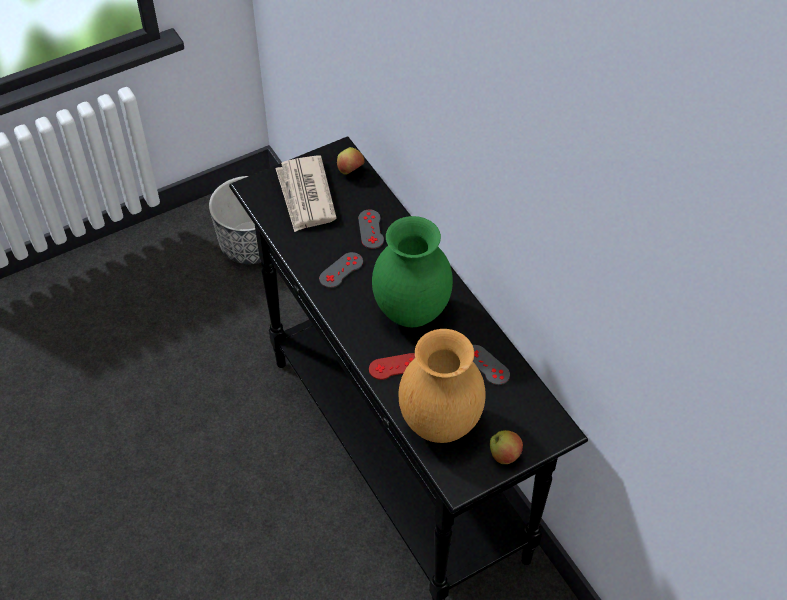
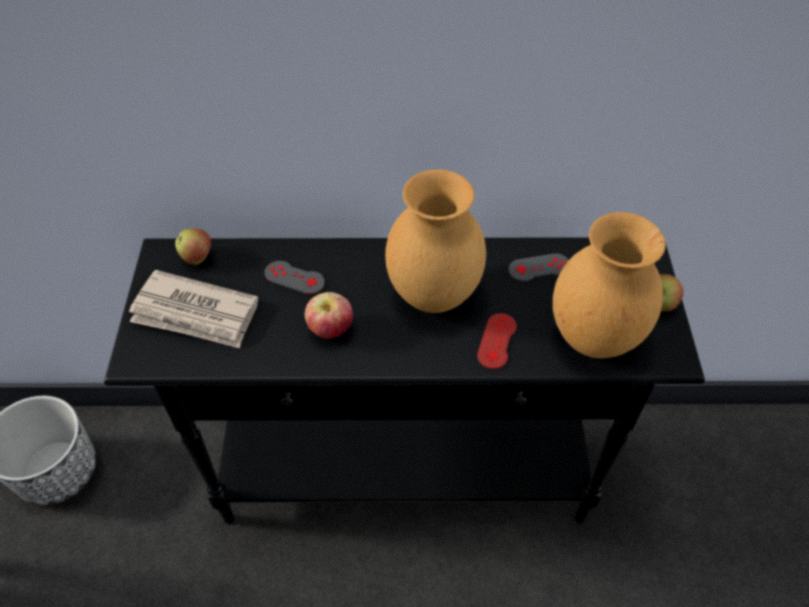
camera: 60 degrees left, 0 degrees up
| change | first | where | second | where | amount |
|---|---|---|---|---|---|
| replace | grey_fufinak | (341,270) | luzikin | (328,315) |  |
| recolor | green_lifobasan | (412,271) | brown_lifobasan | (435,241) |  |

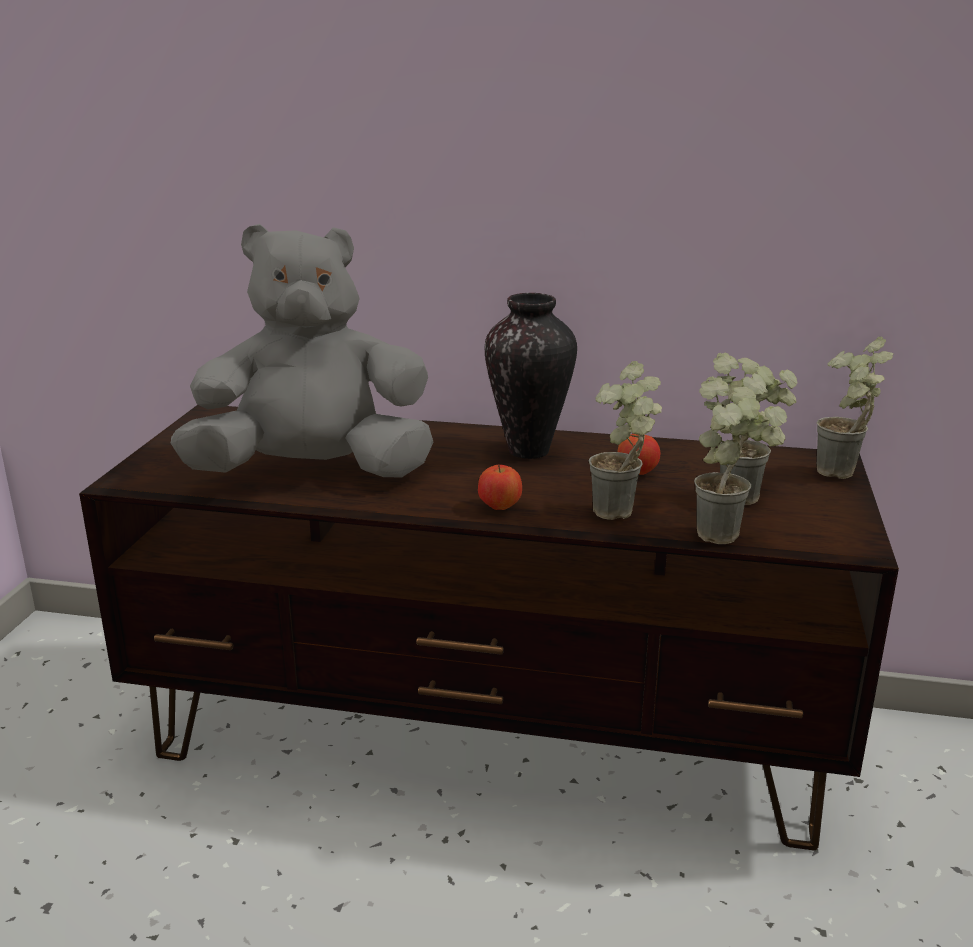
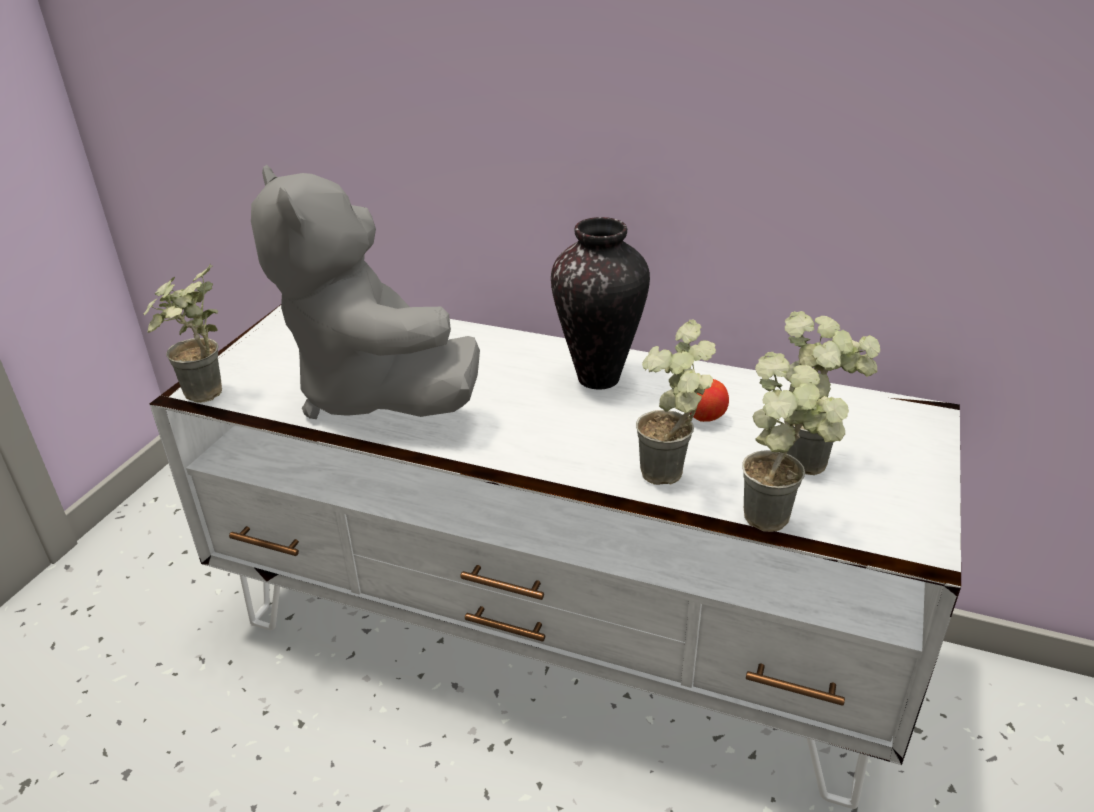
camera: 10 degrees right, 10 degrees up
| change | first | where | second | where | amount |
|---|---|---|---|---|---|
| recolor | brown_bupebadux | (489,628) | white_bupebadux | (555,557) |  |
| rotate | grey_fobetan | (302,350) |  | (365,292) | 120 degrees counterclockwise |
| delete | luzikin | (500,487) |  |  |  |
| move | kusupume | (855,408) |  | (182,334) |  |

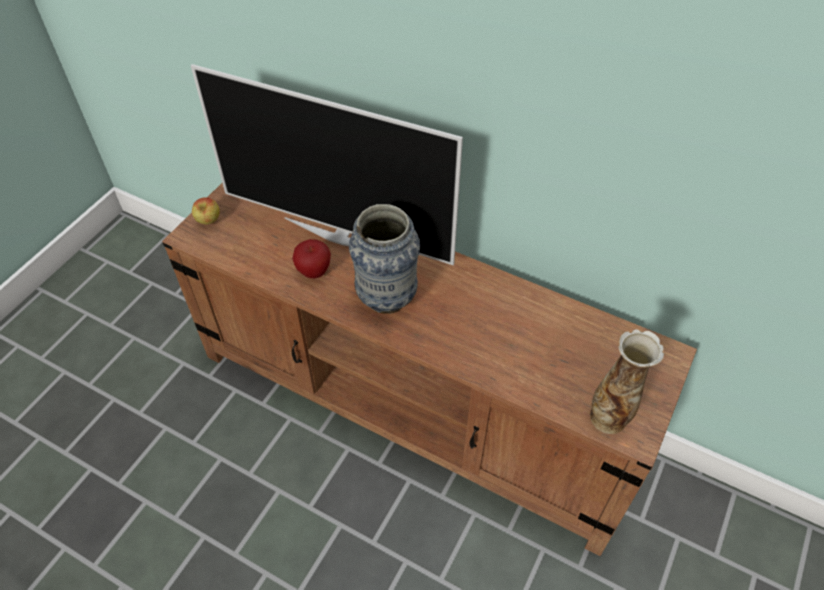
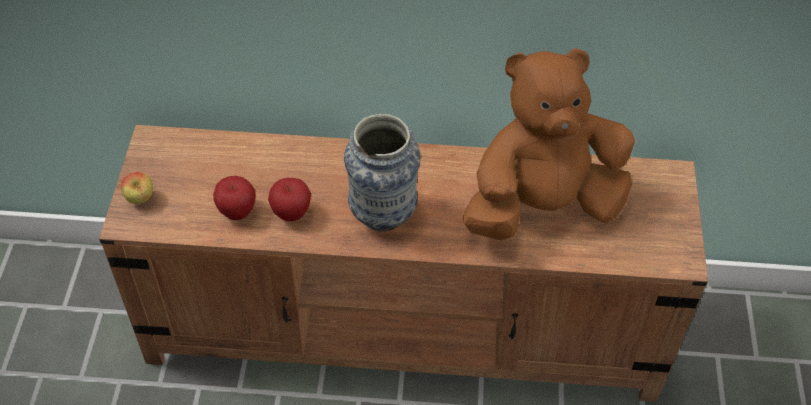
camera: 25 degrees left, 0 degrees up
| change | first | where | second | where | amount |
|---|---|---|---|---|---|
| delete | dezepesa | (327,164) |  |  |  |
| delete | lifobasan | (627,381) |  |  |  |
| insert |  |  | luzikin | (234,198) |  |
| insert |  |  | brown_fobetan | (549,144) |  |

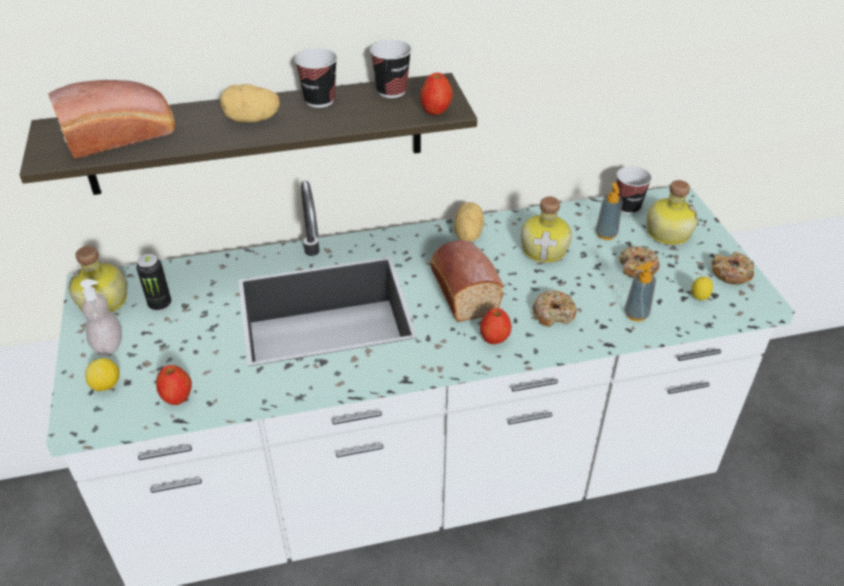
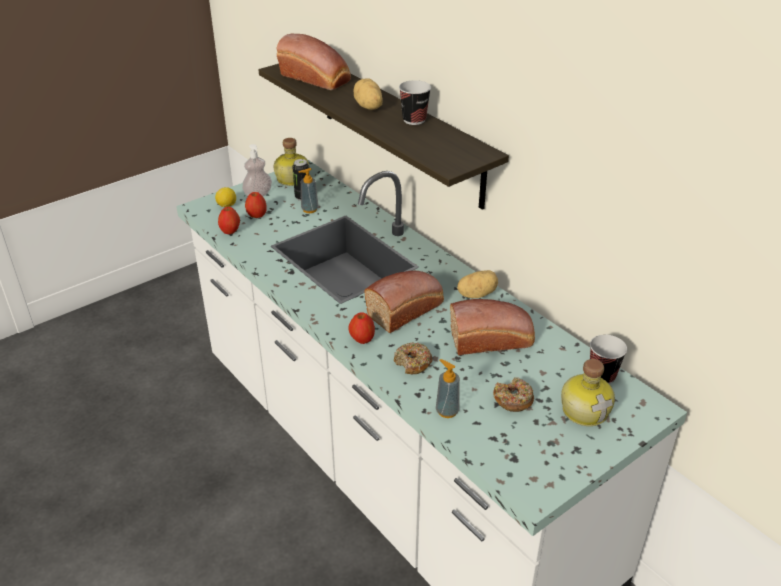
camera: 65 degrees right, 5 degrees down
| change | first | where | second | where | amount |
|---|---|---|---|---|---|
| delete | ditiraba | (391,69) |  |  |  |
| move | luzikin | (436,94) |  | (256,205) |  |
| replace | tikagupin | (546,230) | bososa | (492,327) |  |
| move | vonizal | (609,211) |  | (309,190) |  |
| delete | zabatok | (702,288) |  |  |  |
| delete | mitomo | (732,268) |  |  |  |

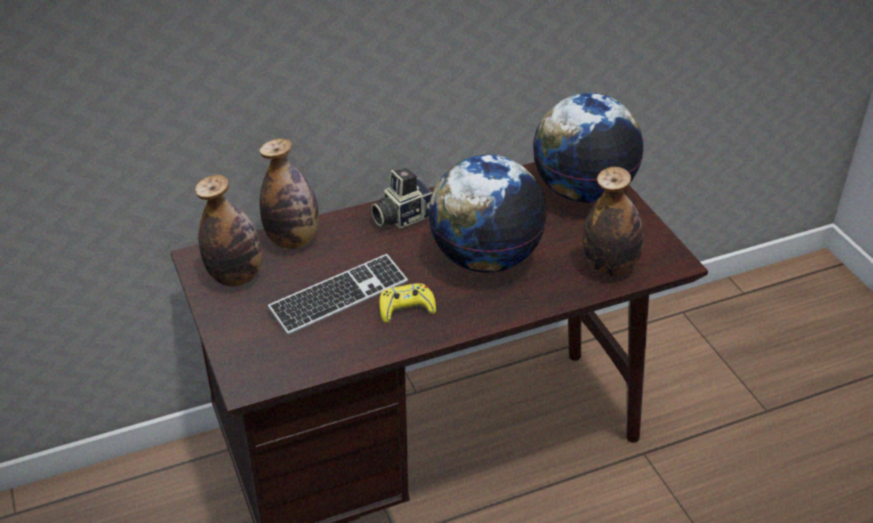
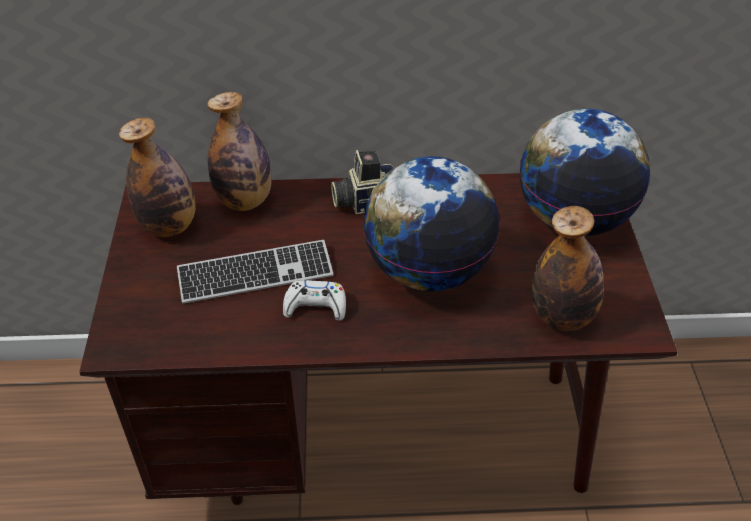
camera: 20 degrees right, 5 degrees up
| change | first | where | second | where | amount |
|---|---|---|---|---|---|
| recolor | yellow_fufinak | (407,303) | white_fufinak | (314,300) |  |

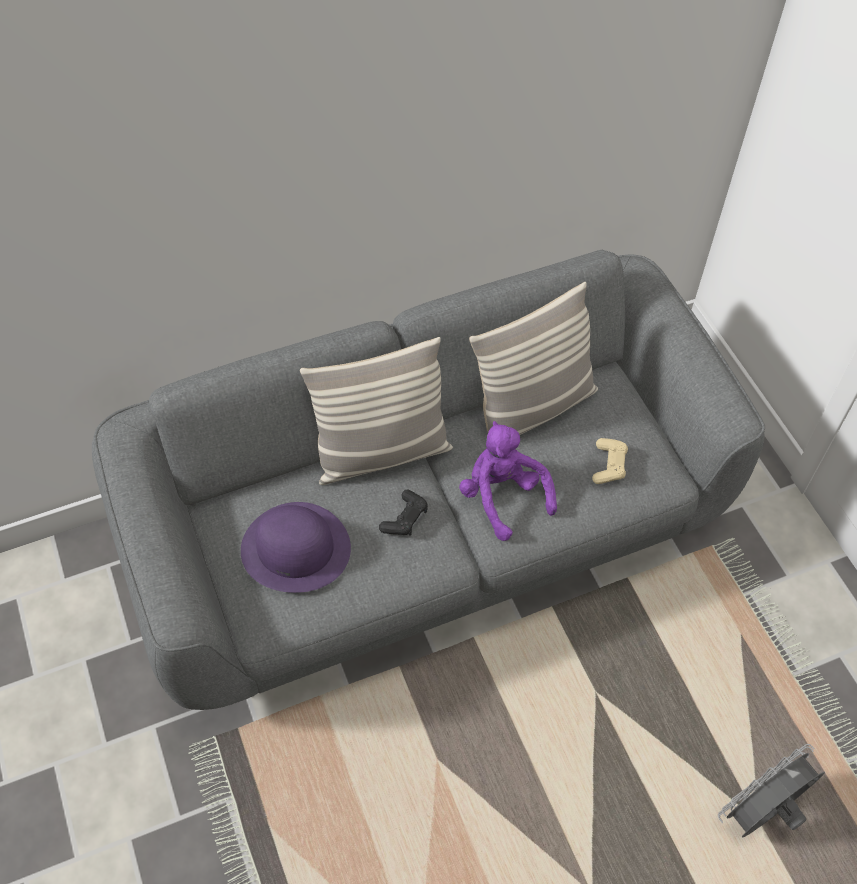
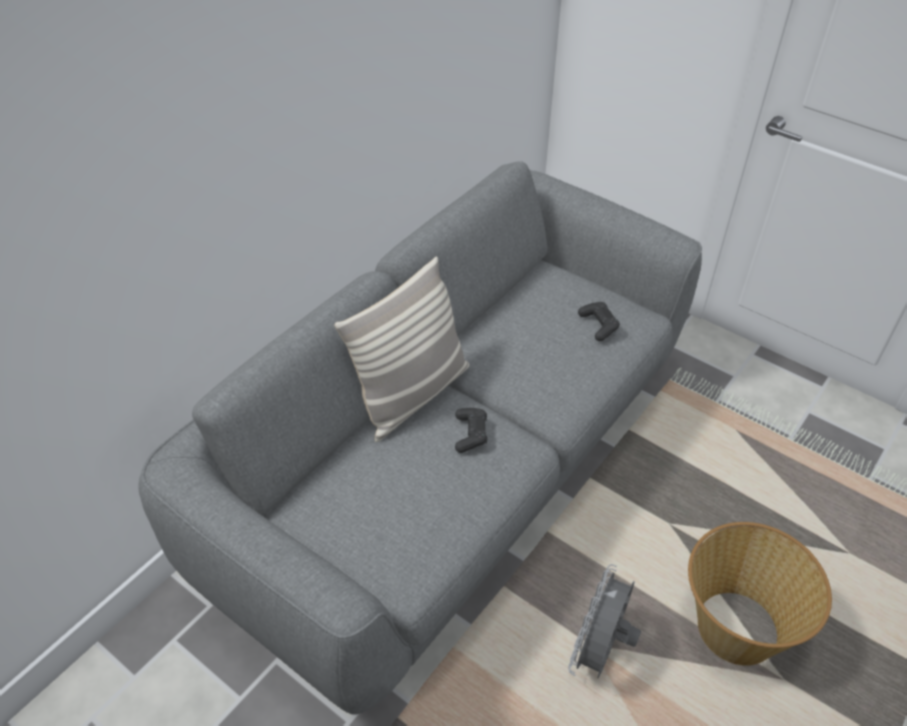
camera: 30 degrees left, 10 degrees down
| change | first | where | second | where | amount |
|---|---|---|---|---|---|
| delete | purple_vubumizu | (296,547) |  |  |  |
| delete | purple_fobetan | (508,481) |  |  |  |
| delete | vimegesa | (533,358) |  |  |  |
| recolor | beige_fufinak | (610,461) | black_fufinak | (599,321) |  |
| move | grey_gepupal | (771,791) |  | (604,621) |  |
| insert |  |  | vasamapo | (760,594) |  |

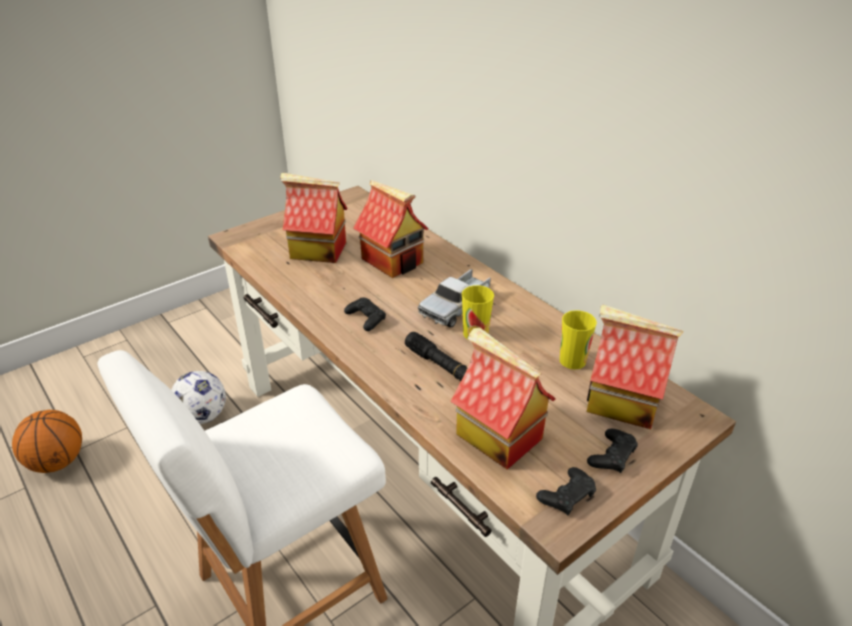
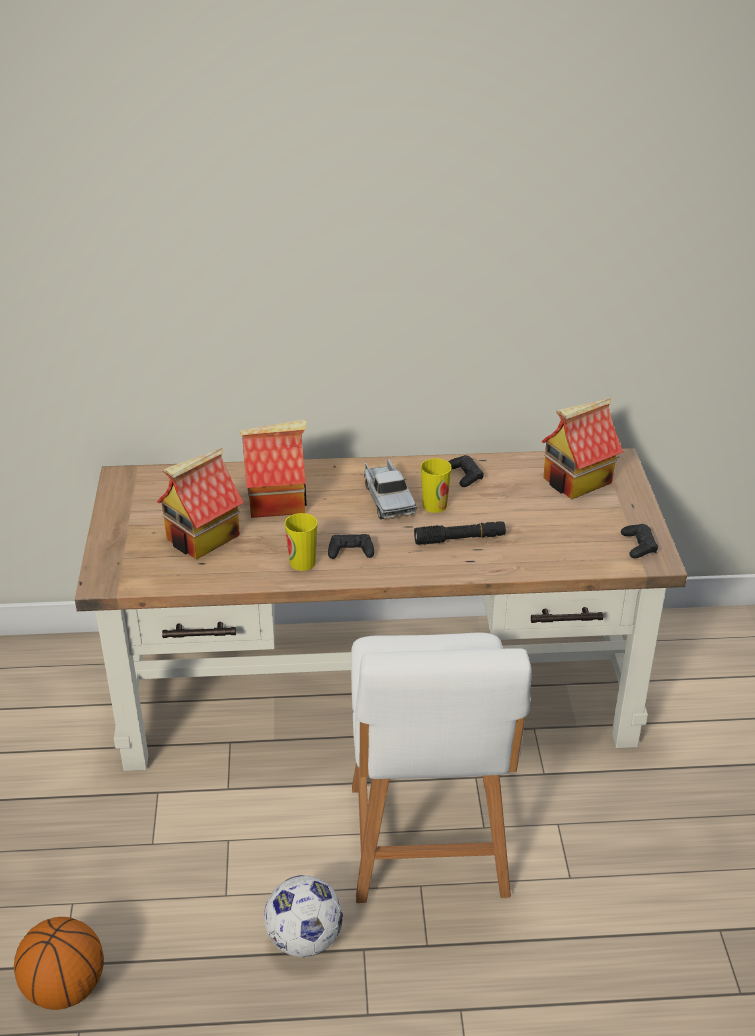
camera: 55 degrees left, 0 degrees up
| change | first | where | second | where | amount |
|---|---|---|---|---|---|
| move | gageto | (198,397) |  | (303,916) |  |
| delete | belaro | (503,399) |  |  |  |
| move | ditiraba | (578,340) |  | (301,542) |  |
| move | black_fufinak | (612,451) |  | (466,471) |  |

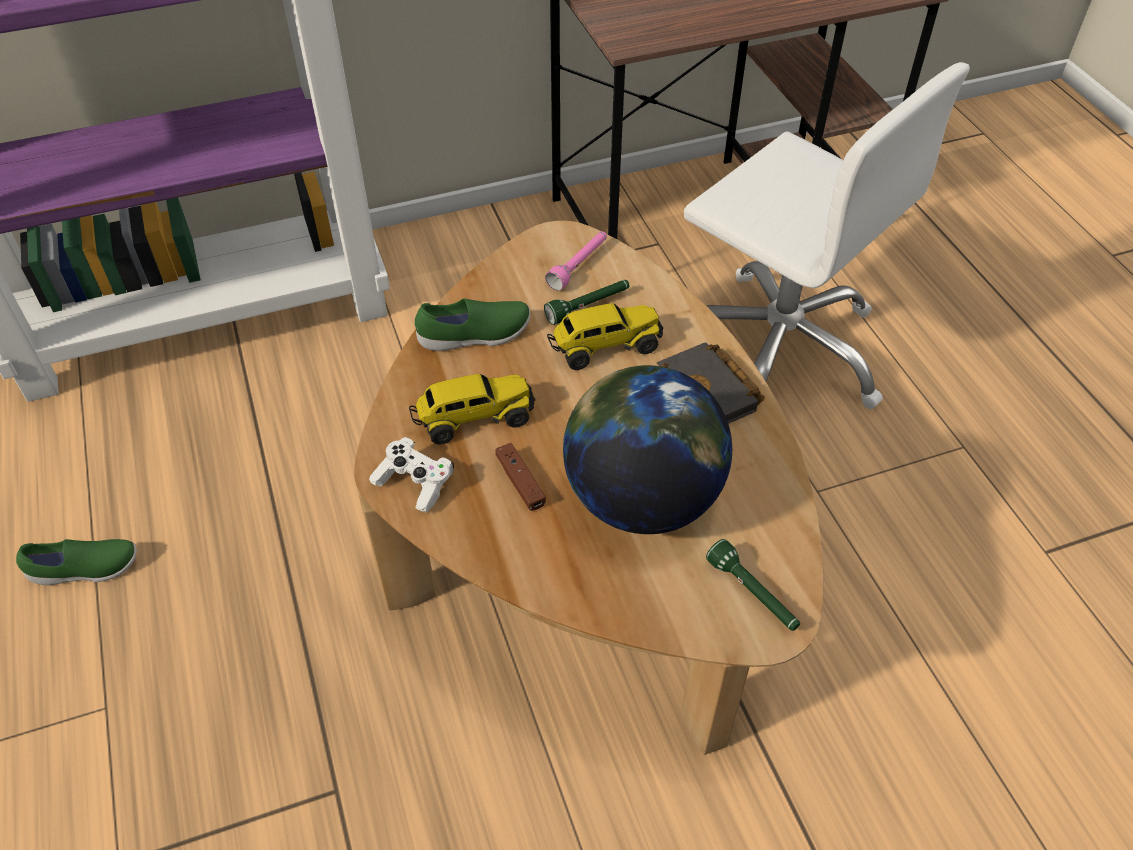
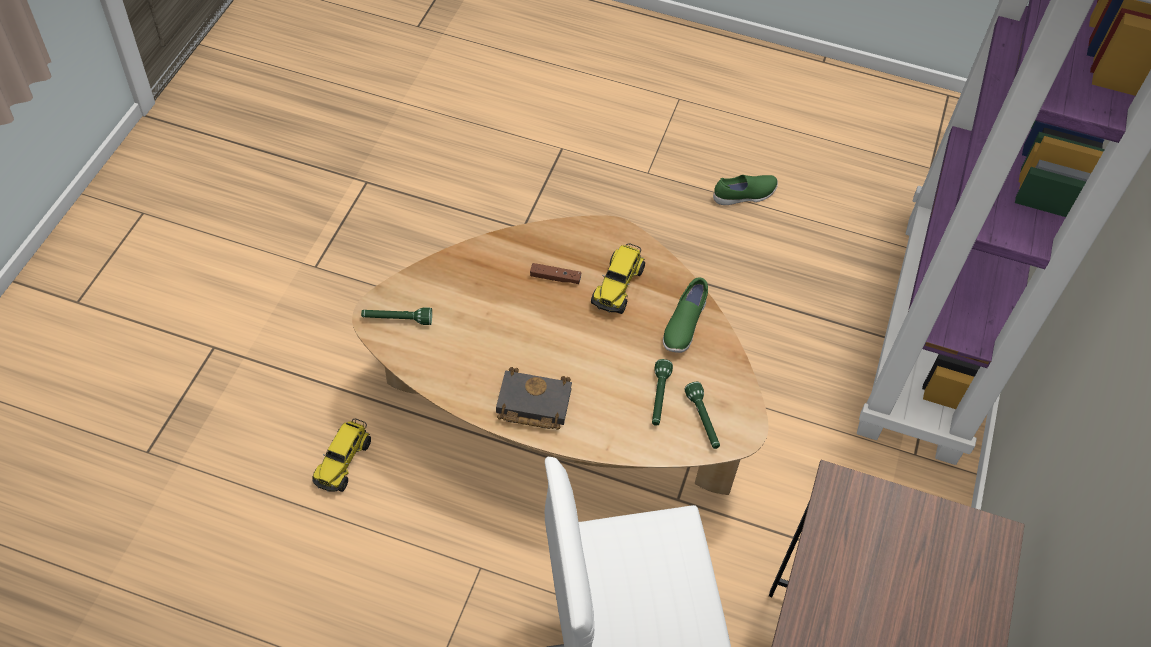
camera: 125 degrees right, 5 degrees up
| change | first | where | second | where | amount |
|---|---|---|---|---|---|
| rotate | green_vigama | (76,562) |  | (745,190) | 135 degrees counterclockwise |
| delete | white_fufinak | (411,475) |  |  |  |
| recolor | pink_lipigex | (576,261) | green_lipigex | (702,415) |  |
| move | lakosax | (605,336) |  | (341,455) |  |
| delete | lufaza | (647,449) |  |  |  |

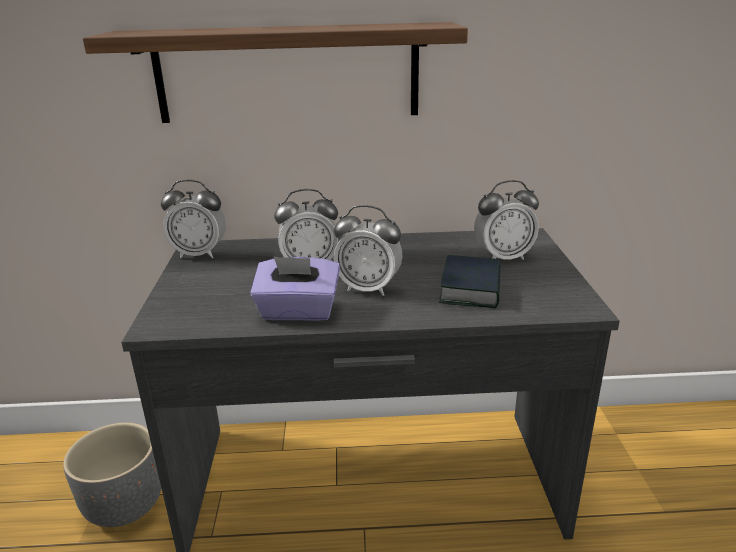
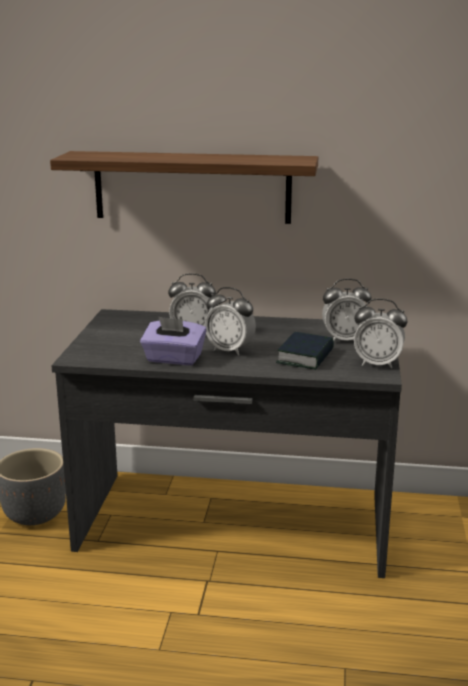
camera: 10 degrees right, 5 degrees down
| change | first | where | second | where | amount |
|---|---|---|---|---|---|
| move | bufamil | (193,219) |  | (380,334) |  |

